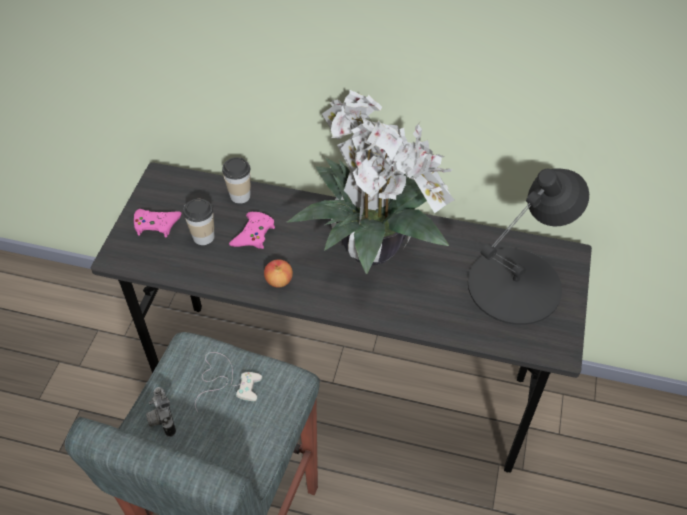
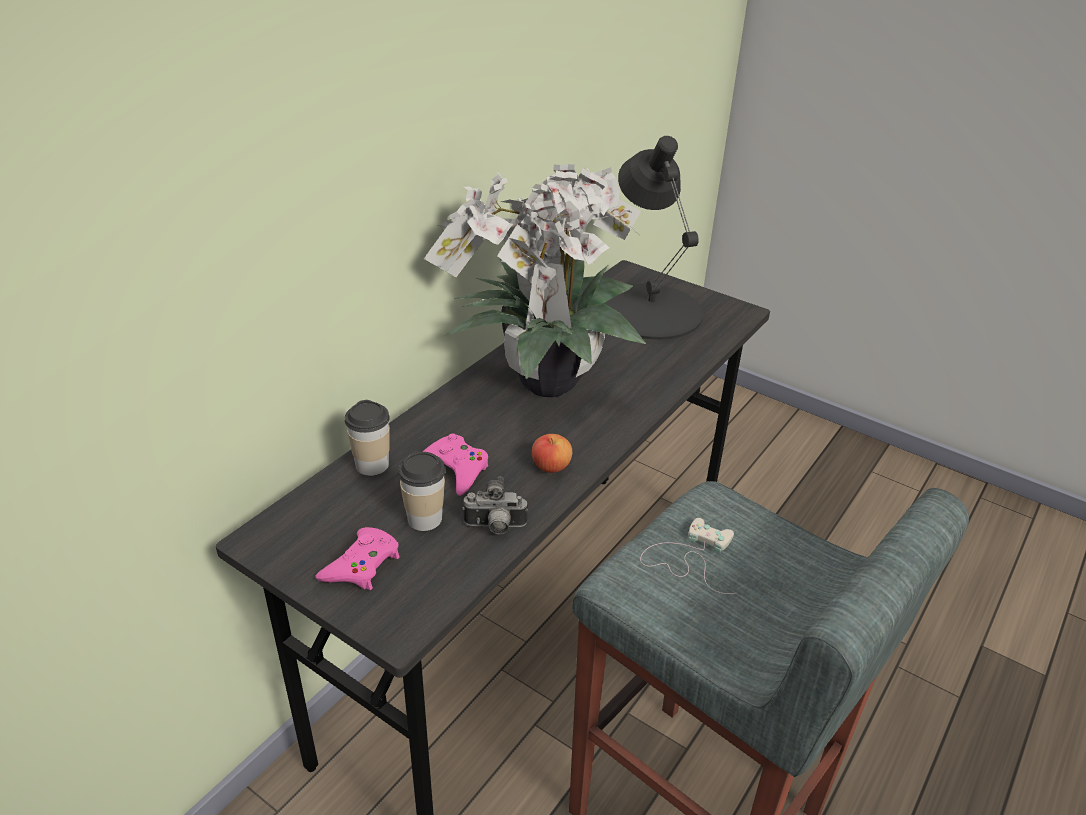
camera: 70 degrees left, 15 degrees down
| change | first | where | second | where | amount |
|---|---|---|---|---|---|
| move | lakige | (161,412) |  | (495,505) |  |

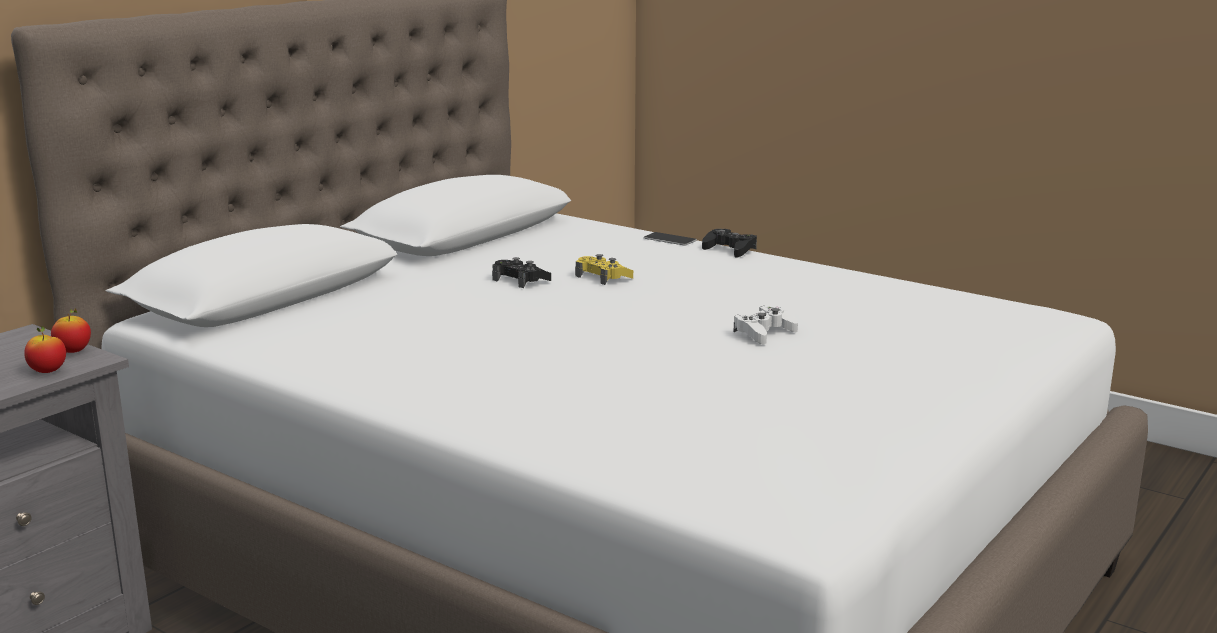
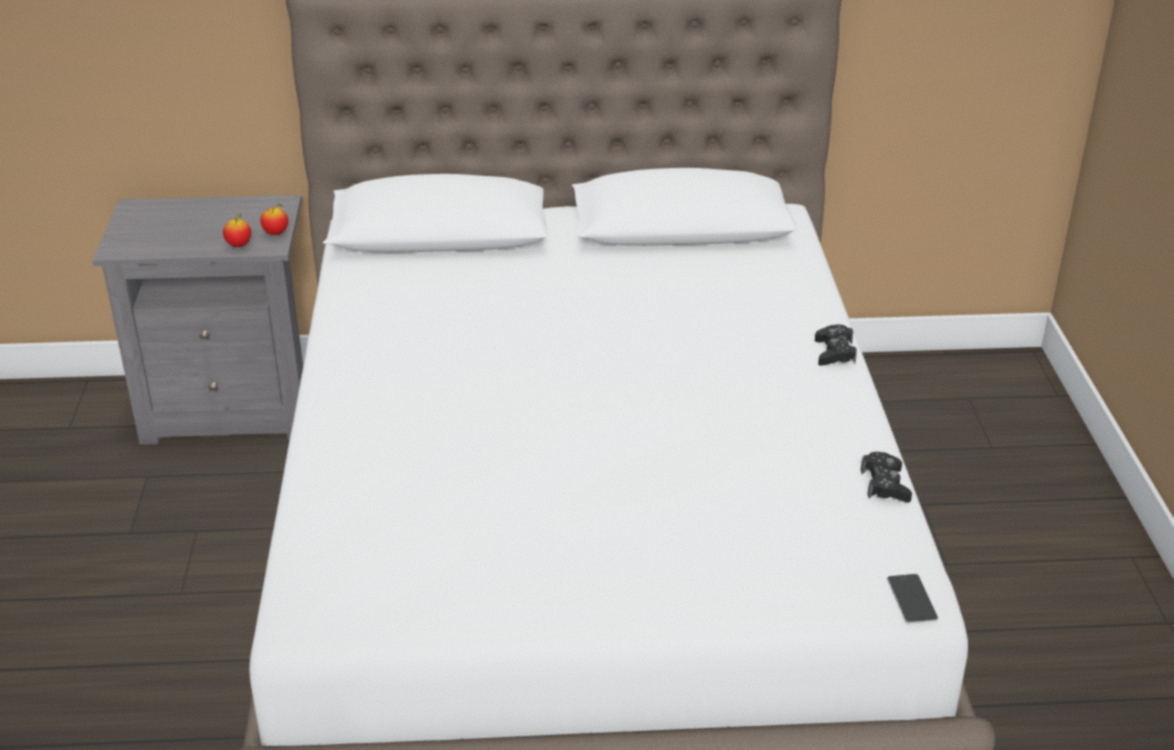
camera: 50 degrees right, 15 degrees up
| change | first | where | second | where | amount |
|---|---|---|---|---|---|
| move | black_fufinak | (521,272) |  | (886,477) |  |
| delete | yellow_fufinak | (604,269) |  |  |  |
| move | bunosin | (670,239) |  | (912,599) |  |
| delete | white_fufinak | (766,325) |  |  |  |

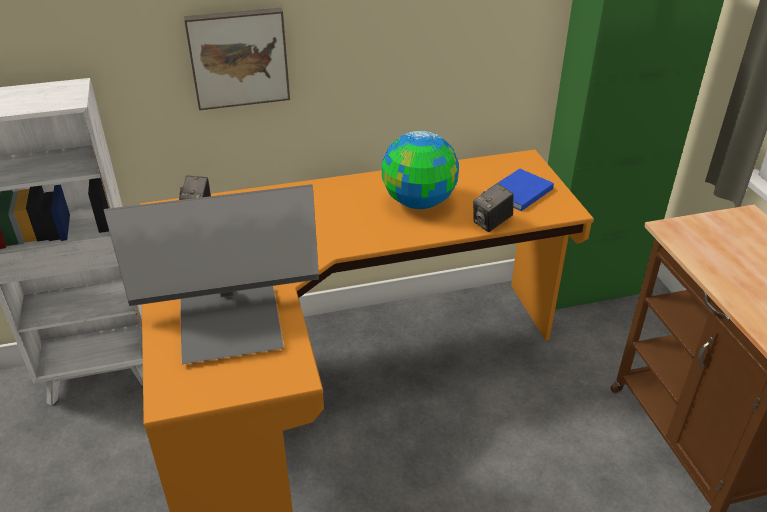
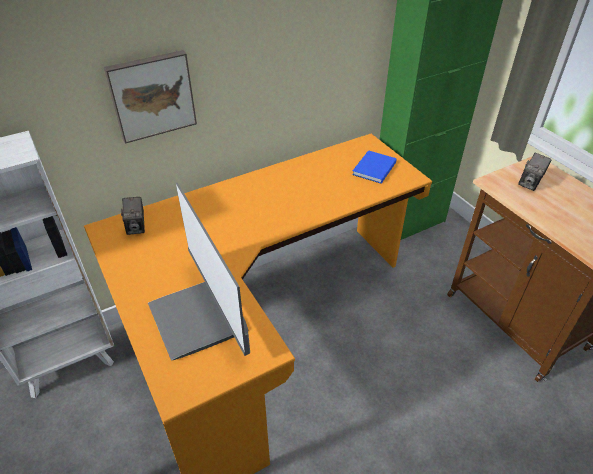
camera: 15 degrees left, 5 degrees up
| change | first | where | second | where | amount |
|---|---|---|---|---|---|
| rotate | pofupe | (211,274) |  | (199,271) | 90 degrees clockwise |
| delete | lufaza | (420,170) |  |  |  |
| move | lakige | (493,207) |  | (535,172) |  |

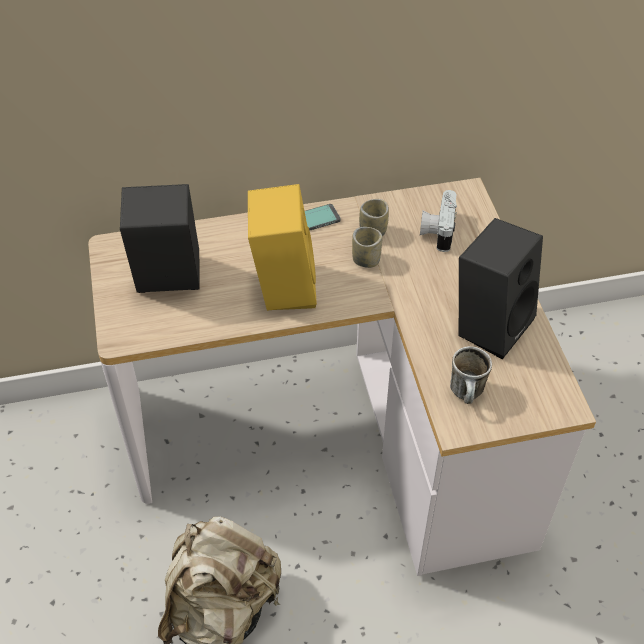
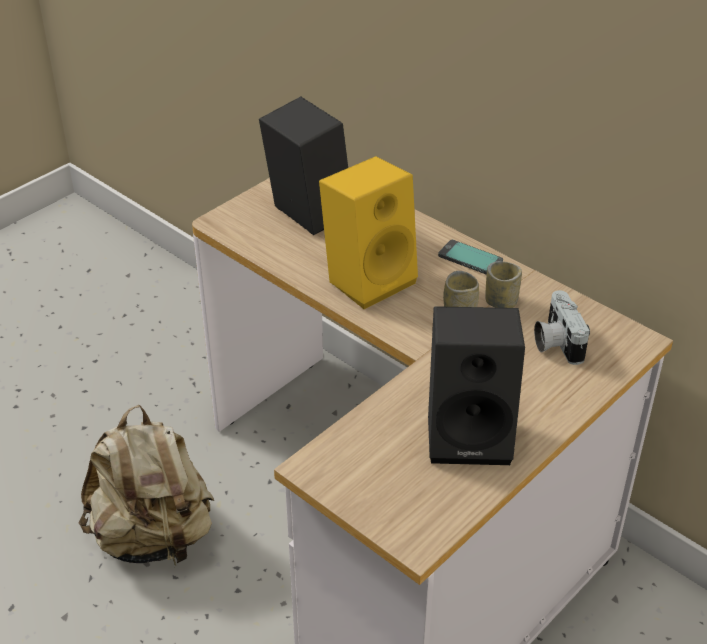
camera: 55 degrees right, 10 degrees down
| change | first | where | second | where | amount |
|---|---|---|---|---|---|
| rotate | lakige | (438,221) |  | (562,327) | 75 degrees counterclockwise |
| delete | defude | (471,375) |  |  |  |

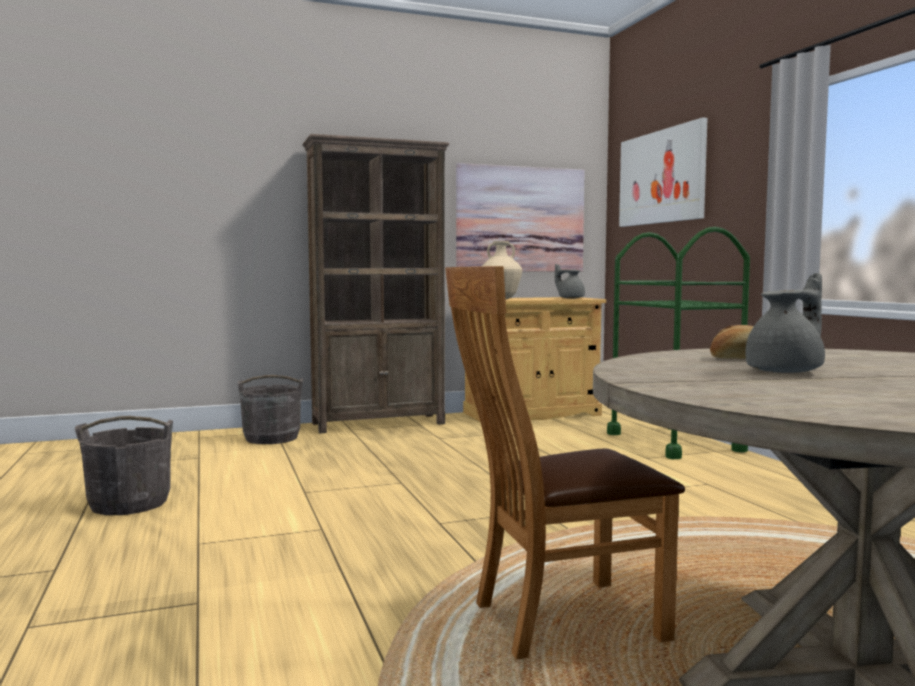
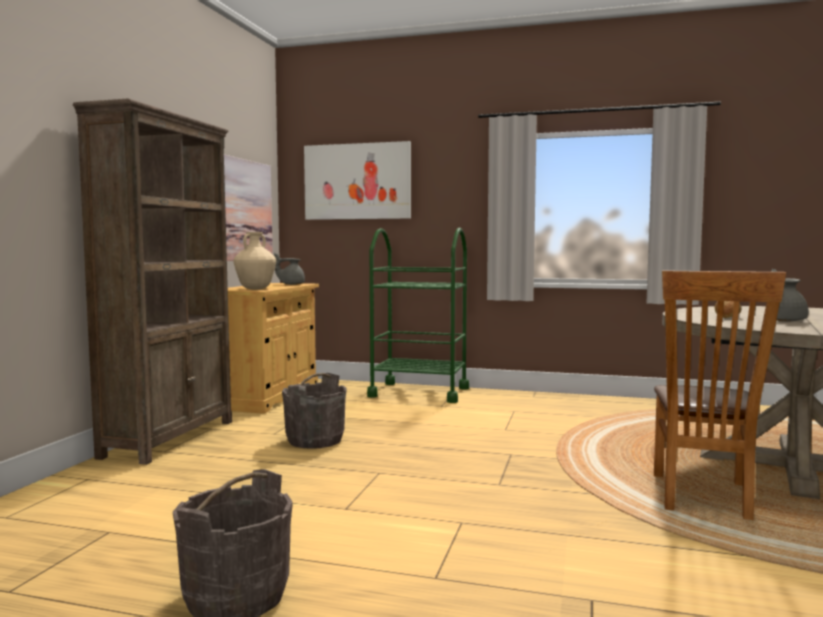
camera: 55 degrees left, 0 degrees up
| change | first | where | second | where | amount |
|---|---|---|---|---|---|
| move | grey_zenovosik | (270,409) |  | (314,411) |  |

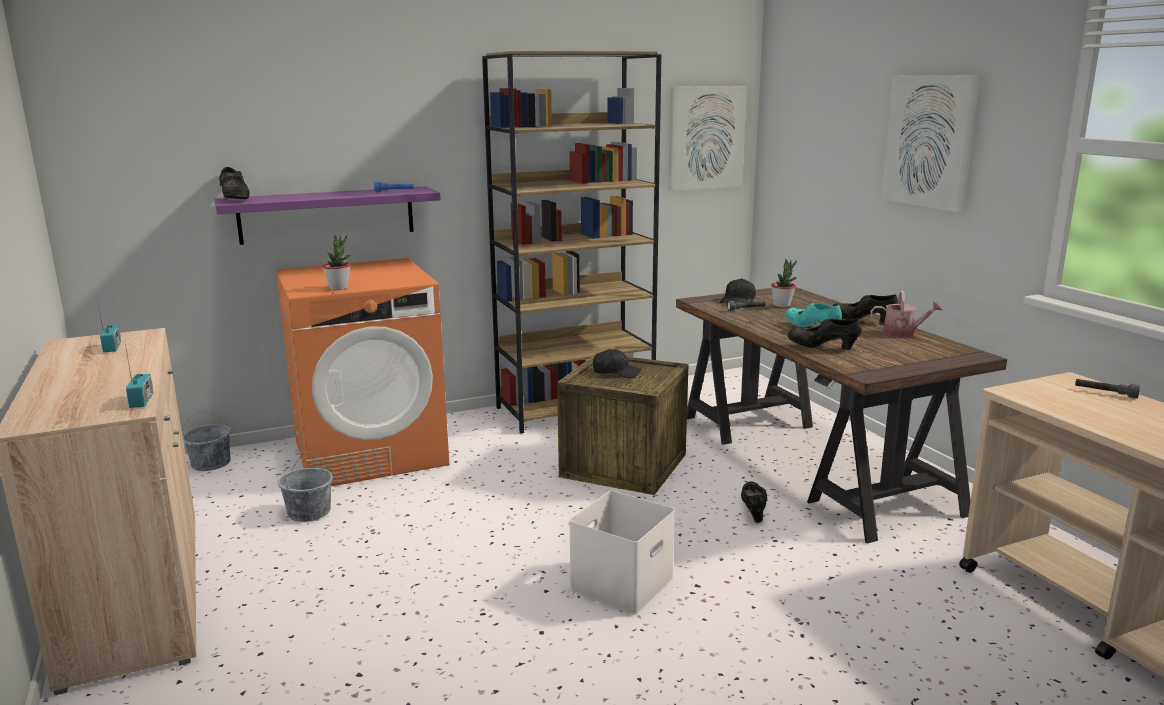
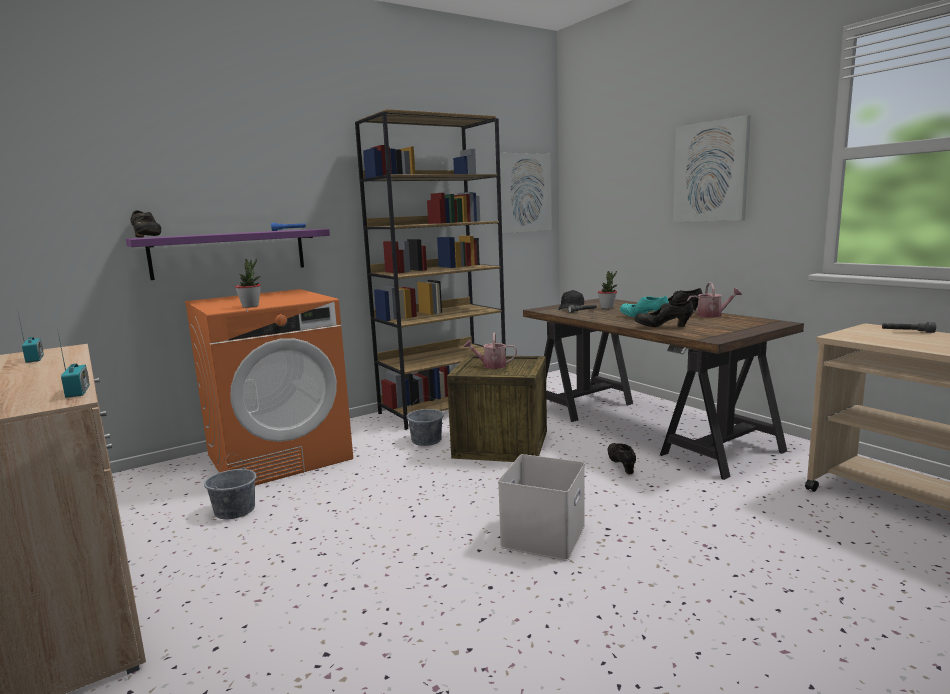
camera: 10 degrees left, 5 degrees down
| change | first | where | second | where | amount |
|---|---|---|---|---|---|
| move | grey_zenovosik | (206,441) |  | (425,421) |  |
| replace | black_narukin | (617,363) | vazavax | (490,350) |  |

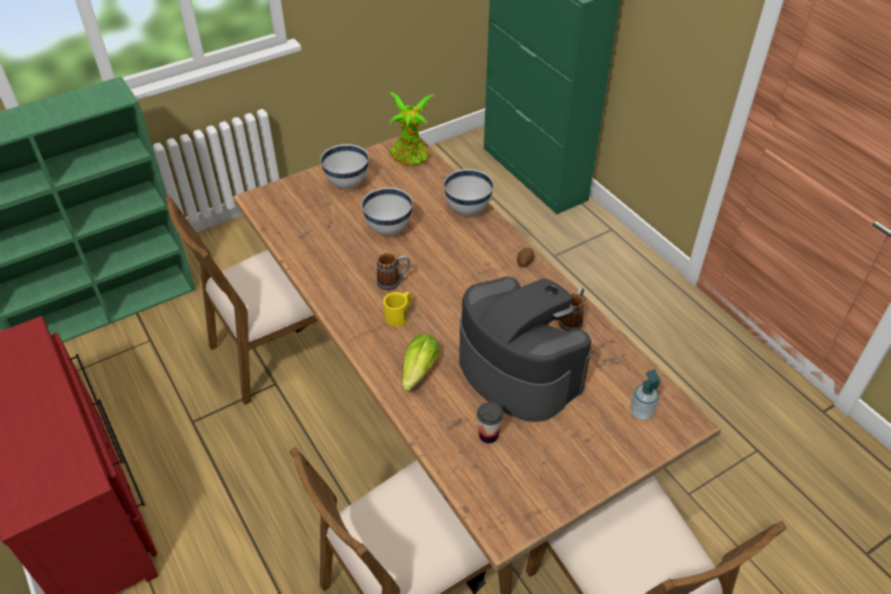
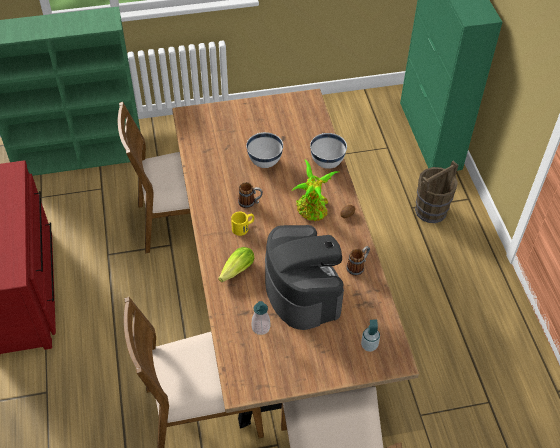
camera: 20 degrees right, 5 degrees up
| change | first | where | second | where | amount |
|---|---|---|---|---|---|
| delete | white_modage | (344,166) |  |  |  |
| move | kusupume | (411,128) |  | (315,190) |  |
| replace | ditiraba | (490,422) | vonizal | (261,318) |  |
| insert |  |  | brown_zenovosik | (436,191) |  |

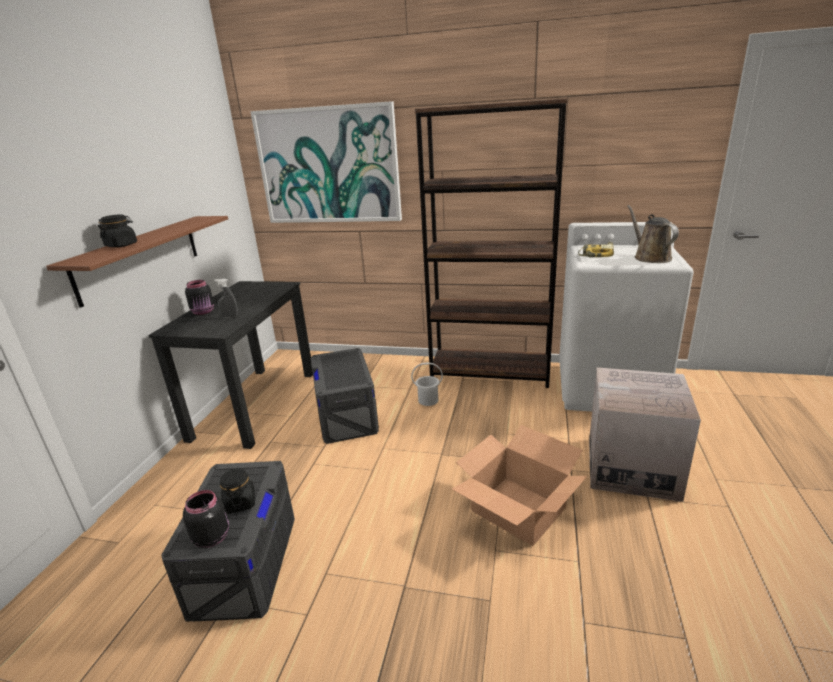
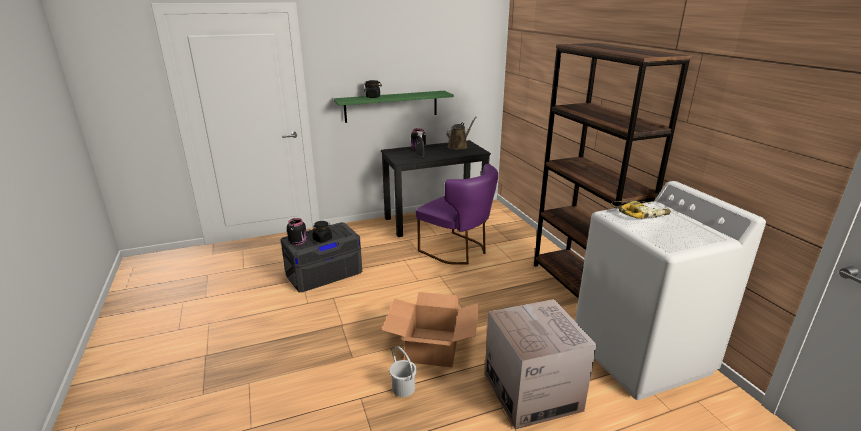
camera: 55 degrees right, 0 degrees up
| change | first | where | second | where | amount |
|---|---|---|---|---|---|
| recolor | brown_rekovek | (137,262) | green_rekovek | (394,107) |  |
| delete | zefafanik | (326,162) |  |  |  |
| replace | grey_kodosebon | (345,396) | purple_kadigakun | (457,214) |  |
| move | white_zenovosik | (427,384) |  | (403,371) |  |
| move | brown_vazavax | (653,234) |  | (462,133) |  |

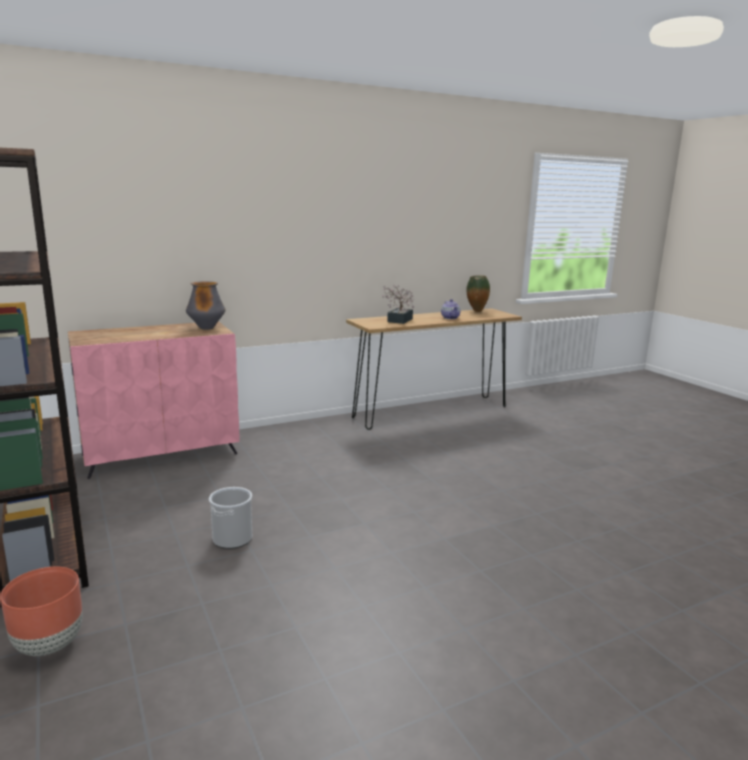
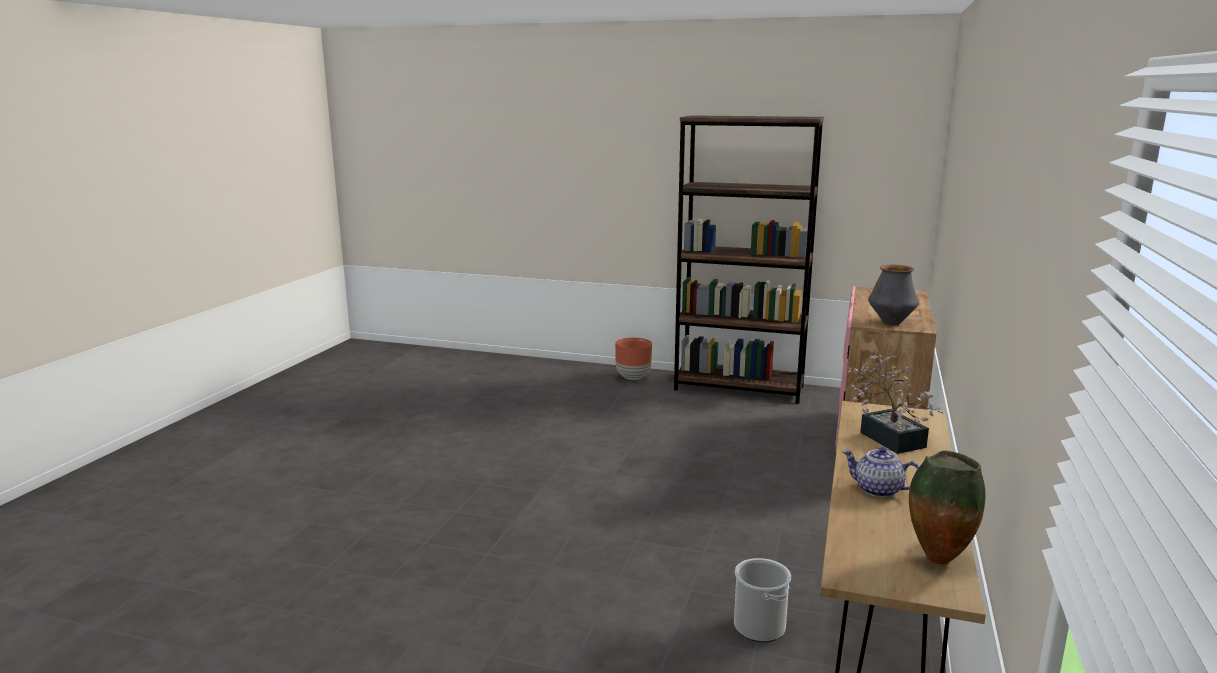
camera: 135 degrees right, 0 degrees up
| change | first | where | second | where | amount |
|---|---|---|---|---|---|
| move | zenovosik | (230,518) |  | (762,600) |  |

